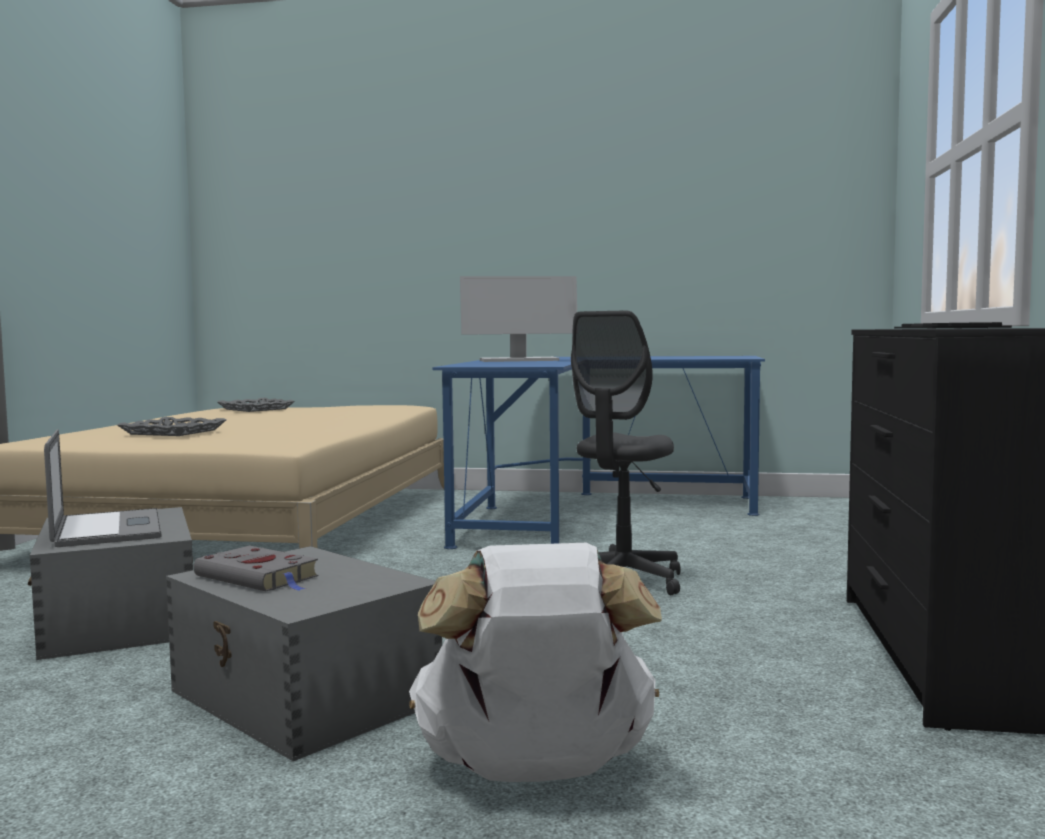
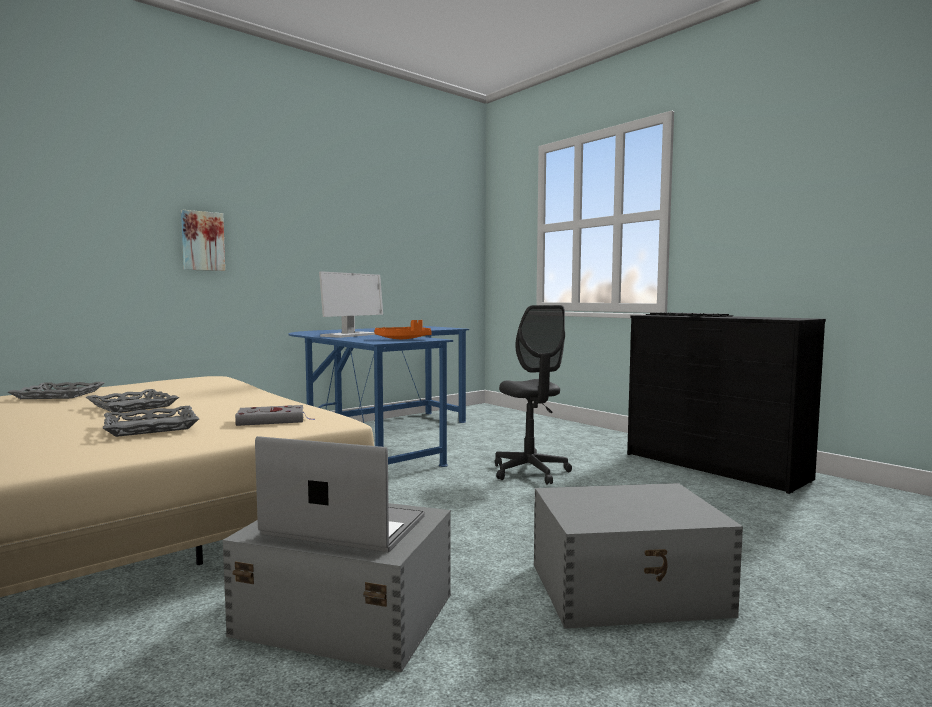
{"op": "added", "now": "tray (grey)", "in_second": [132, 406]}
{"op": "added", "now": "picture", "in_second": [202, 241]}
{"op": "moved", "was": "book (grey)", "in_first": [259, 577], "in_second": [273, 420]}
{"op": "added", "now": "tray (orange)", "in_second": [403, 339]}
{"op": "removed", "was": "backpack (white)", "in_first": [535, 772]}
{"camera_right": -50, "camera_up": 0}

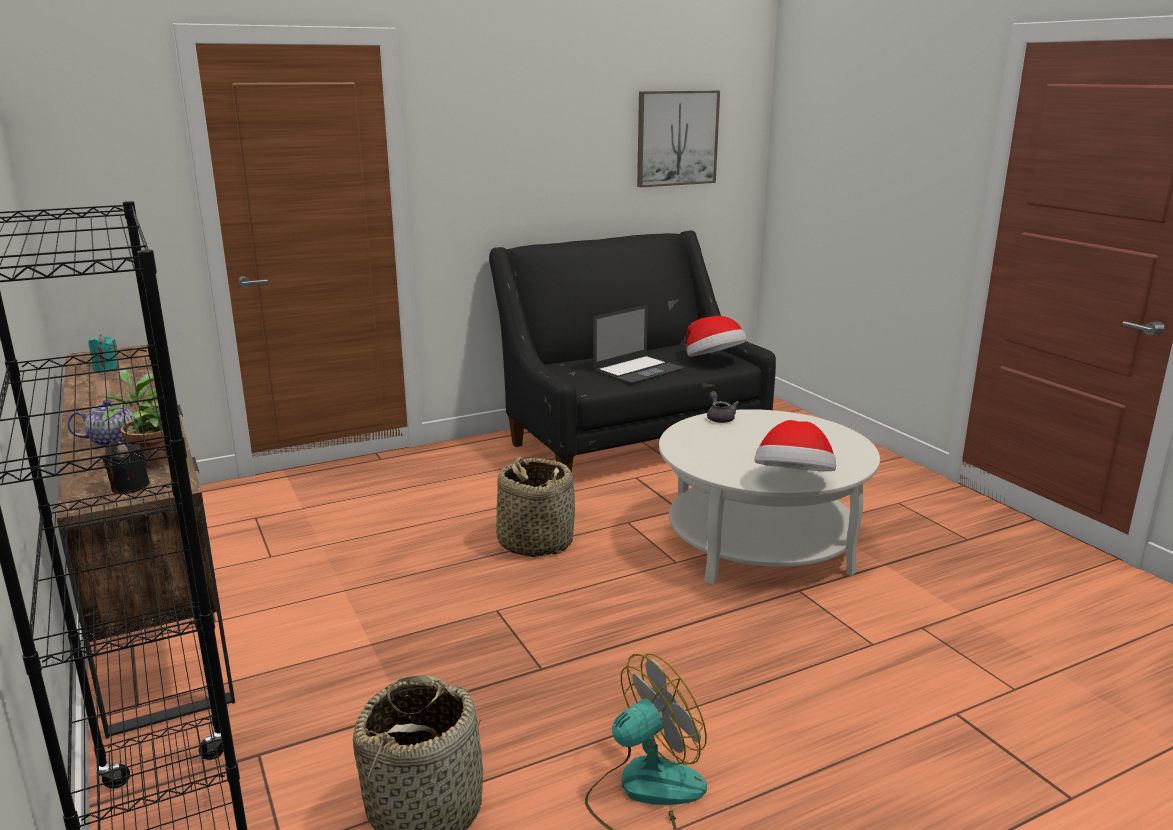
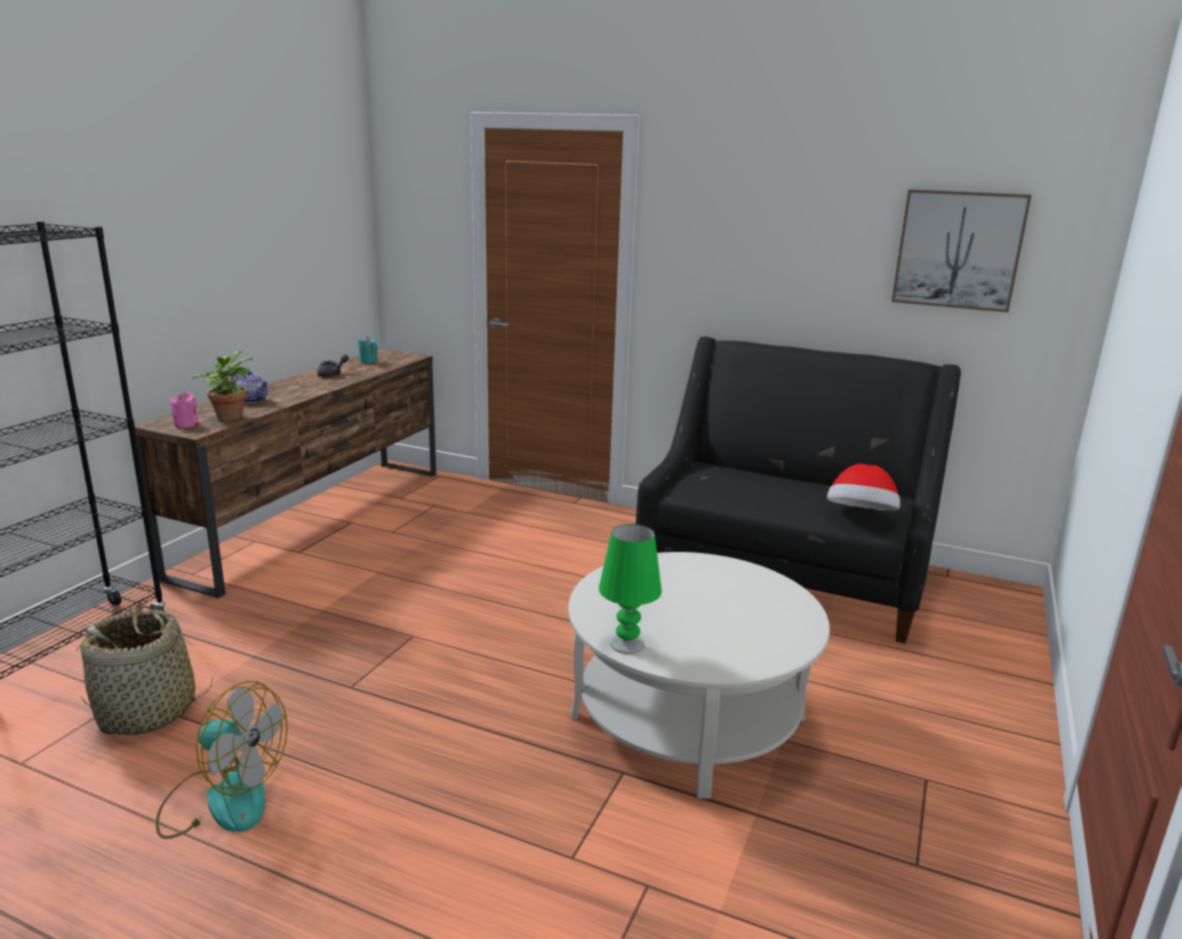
{"op": "recoloured", "was": "candle (black)", "now": "candle (pink)", "in_first": [129, 487], "in_second": [186, 424]}
{"op": "moved", "was": "teapot (grey)", "in_first": [719, 418], "in_second": [333, 375]}
{"op": "replaced", "was": "hat", "now": "table lamp (green)", "in_first": [793, 481], "in_second": [627, 644]}
{"op": "removed", "was": "basket", "in_first": [535, 542]}
{"op": "removed", "was": "laptop", "in_first": [638, 370]}
{"camera_right": 50, "camera_up": 0}

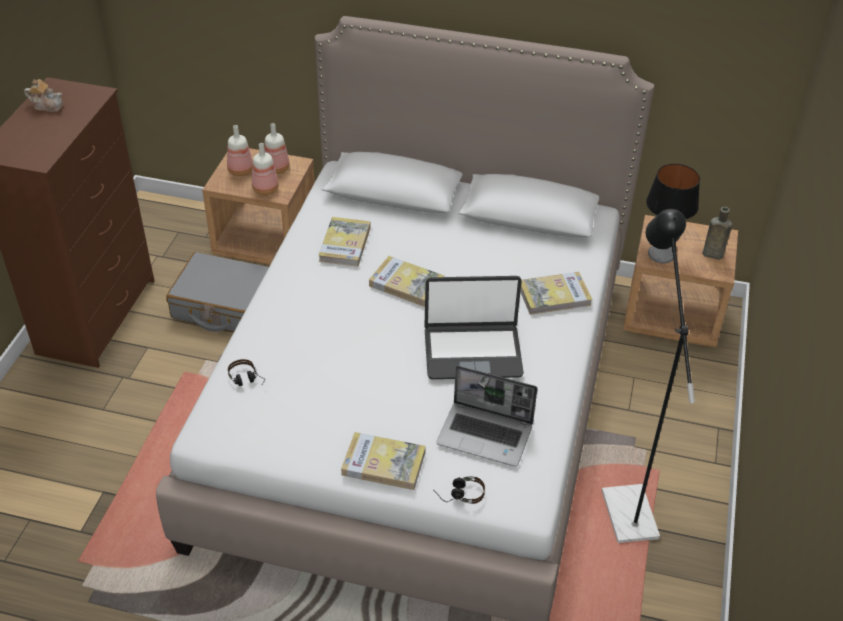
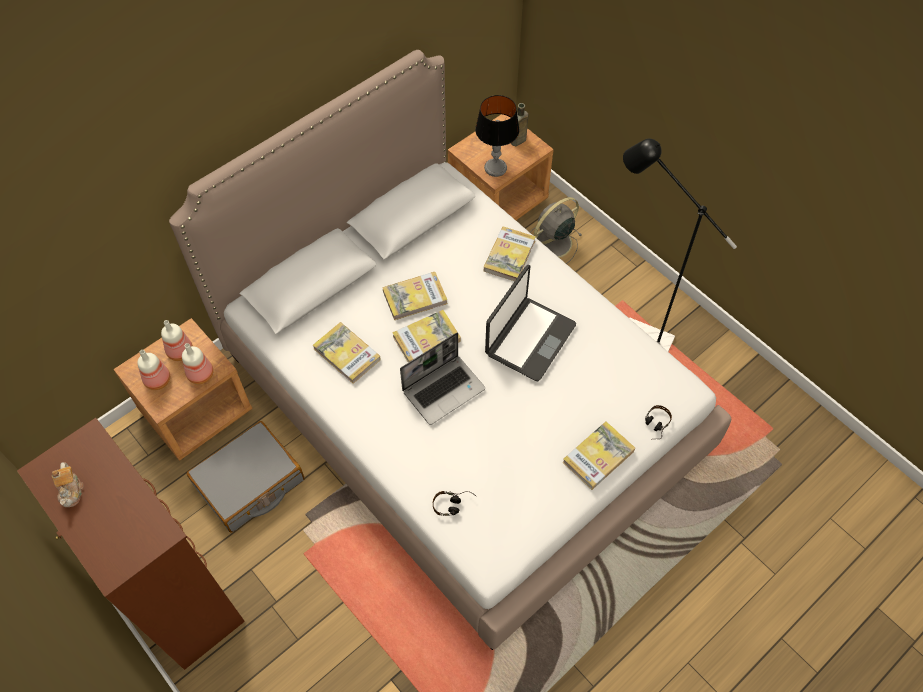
{"op": "turned", "was": "teapot", "in_first": [47, 106], "in_second": [71, 490], "clockwise": 120}
{"op": "added", "now": "book", "in_second": [415, 297]}
{"op": "moved", "was": "laptop", "in_first": [486, 435], "in_second": [444, 389]}
{"op": "added", "now": "fan (grey)", "in_second": [552, 244]}
{"camera_right": -55, "camera_up": 15}

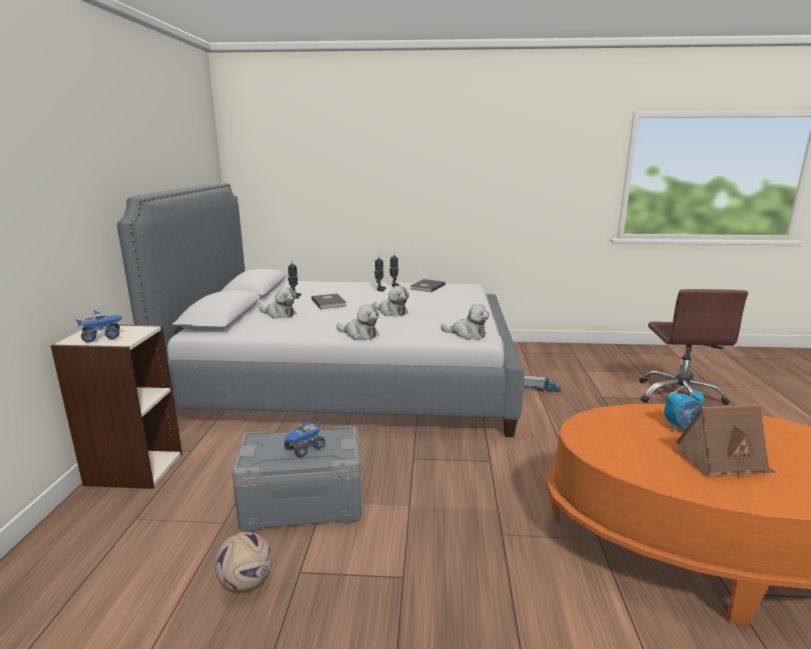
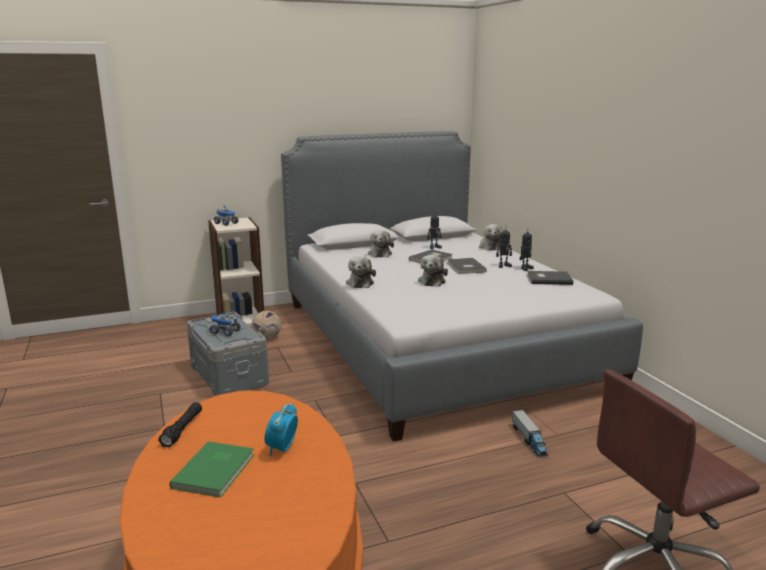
{"op": "added", "now": "flashlight (black)", "in_second": [182, 429]}
{"op": "replaced", "was": "toy house", "now": "book (green)", "in_first": [723, 461], "in_second": [216, 470]}
{"op": "moved", "was": "football", "in_first": [246, 582], "in_second": [266, 338]}
{"op": "turned", "was": "alarm clock", "in_first": [681, 428], "in_second": [282, 449], "clockwise": 45}
{"op": "added", "now": "book (grey)", "in_second": [465, 267]}
{"op": "moved", "was": "plush toy", "in_first": [467, 334], "in_second": [490, 247]}
{"camera_right": 65, "camera_up": 0}

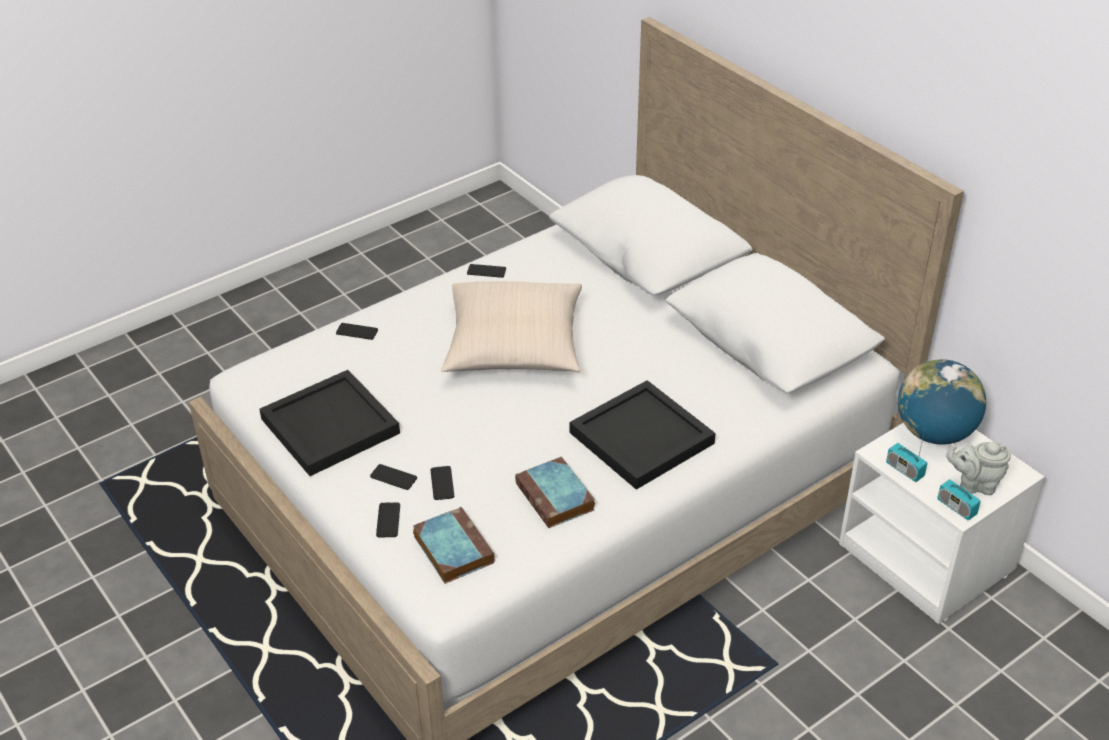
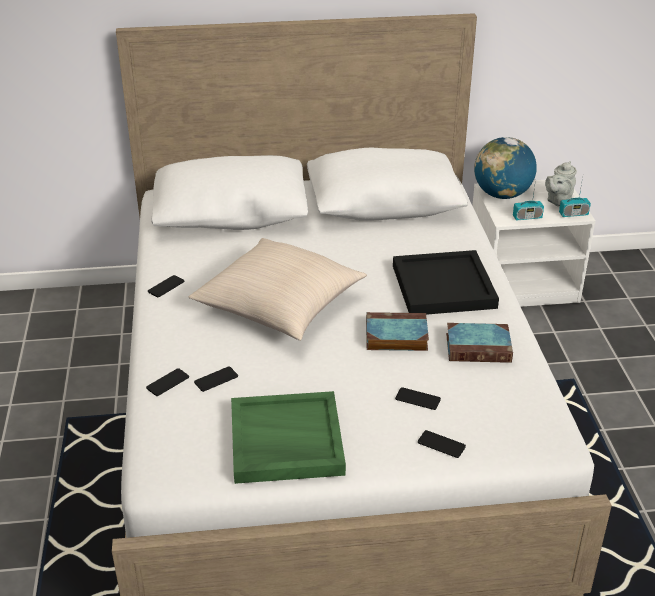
{"op": "moved", "was": "phone", "in_first": [393, 477], "in_second": [216, 379]}
{"op": "recoloured", "was": "tray (black)", "now": "tray (green)", "in_first": [328, 426], "in_second": [285, 441]}
{"op": "moved", "was": "book", "in_first": [452, 548], "in_second": [395, 336]}
{"camera_right": -60, "camera_up": -5}

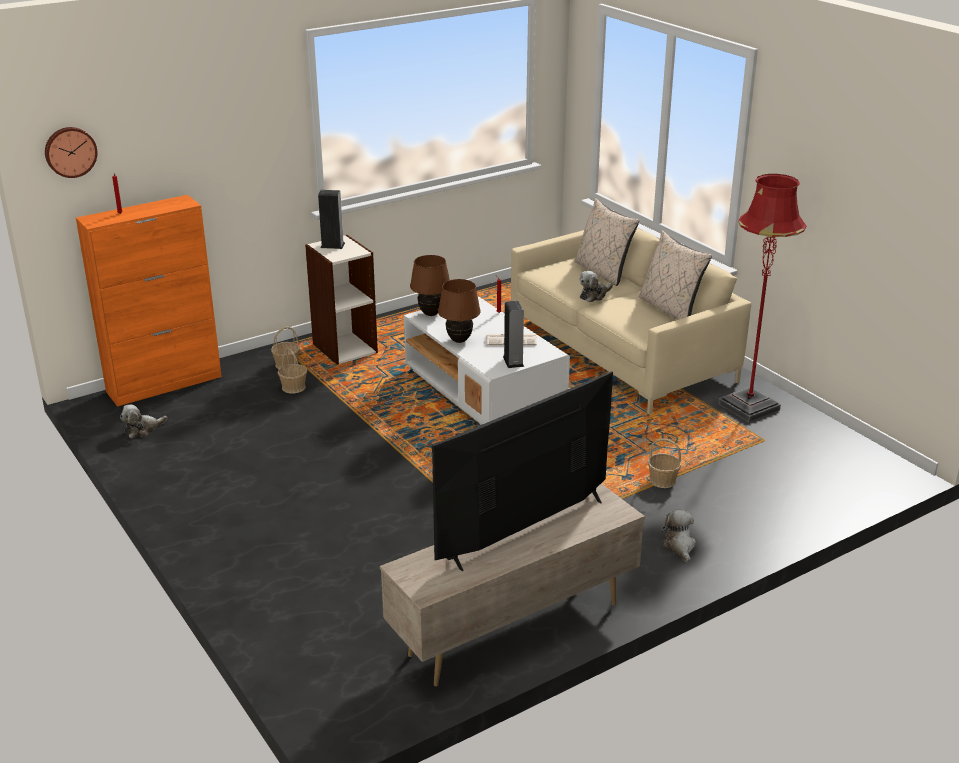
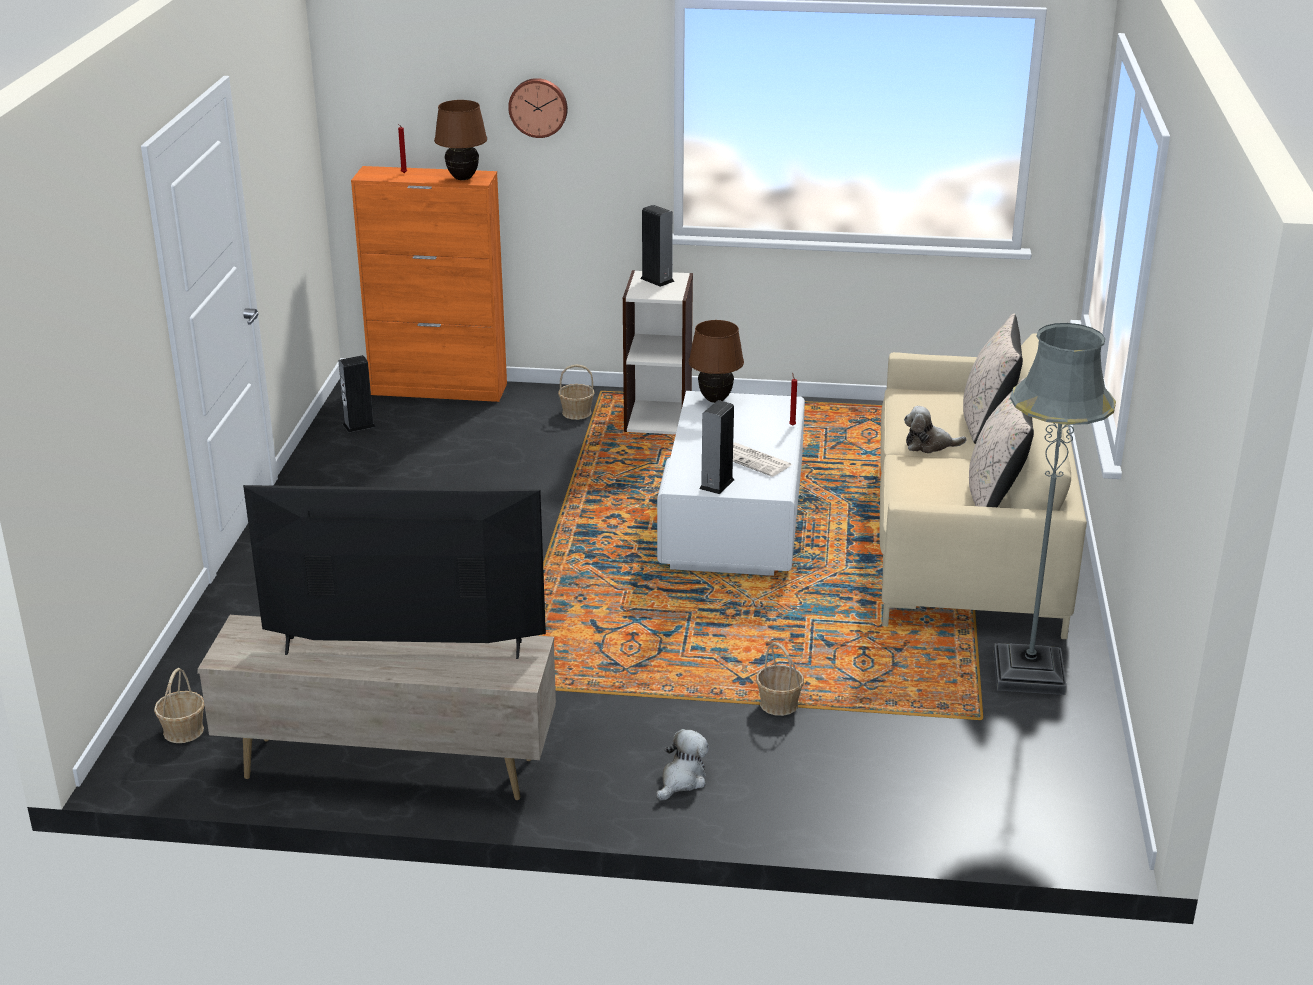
{"op": "moved", "was": "basket", "in_first": [293, 387], "in_second": [184, 731]}
{"op": "replaced", "was": "plush toy", "now": "speaker", "in_first": [142, 429], "in_second": [359, 425]}
{"op": "moved", "was": "table lamp (brown)", "in_first": [459, 340], "in_second": [462, 178]}
{"op": "moved", "was": "wall clock", "in_first": [70, 151], "in_second": [538, 107]}
{"op": "recoloured", "was": "floor lamp (red)", "now": "floor lamp (grey)", "in_first": [749, 407], "in_second": [1028, 673]}
{"camera_right": 40, "camera_up": 0}

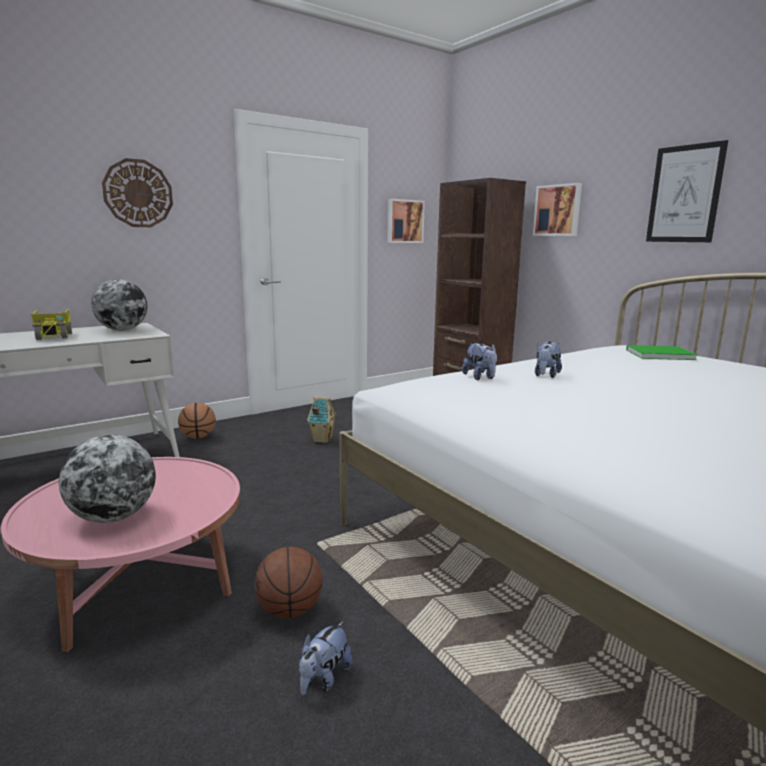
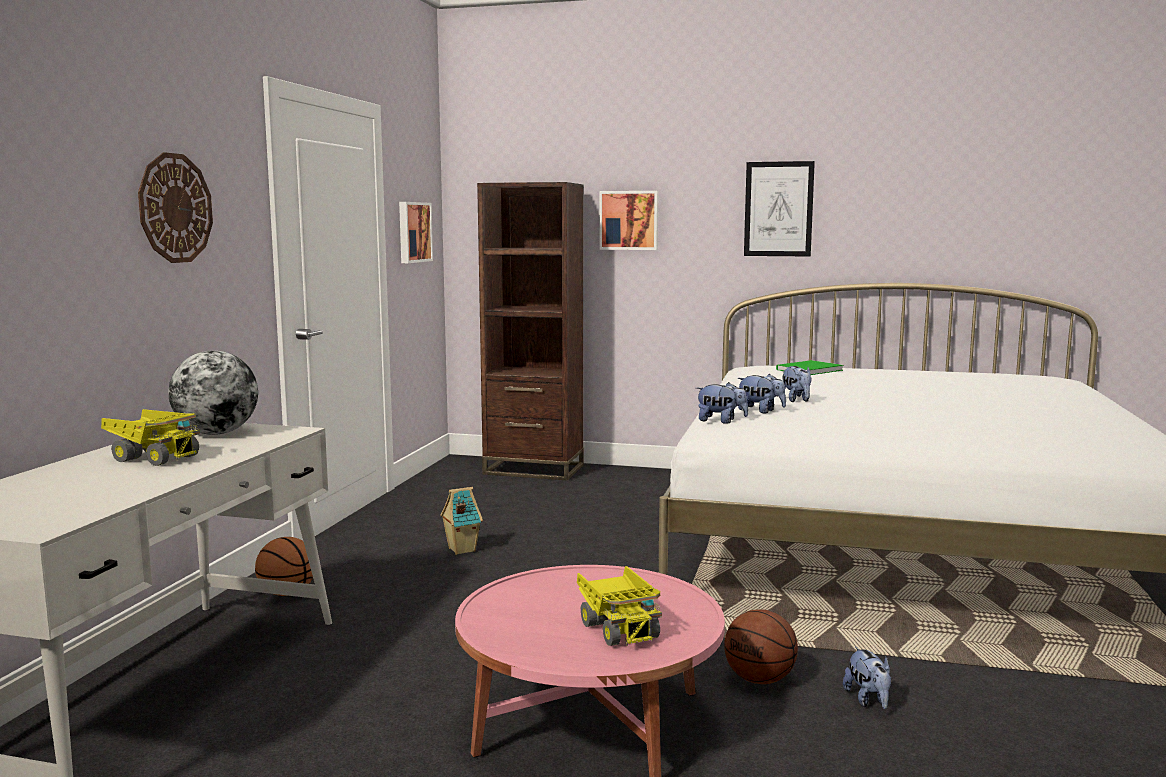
{"op": "replaced", "was": "globe", "now": "toy truck", "in_first": [114, 517], "in_second": [619, 628]}
{"op": "added", "now": "plush toy", "in_second": [721, 421]}
{"camera_right": -40, "camera_up": -5}

